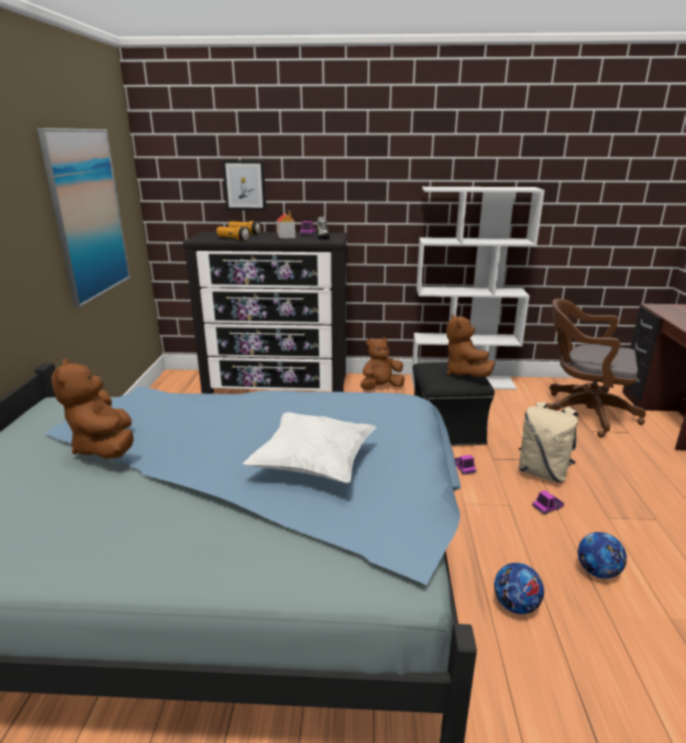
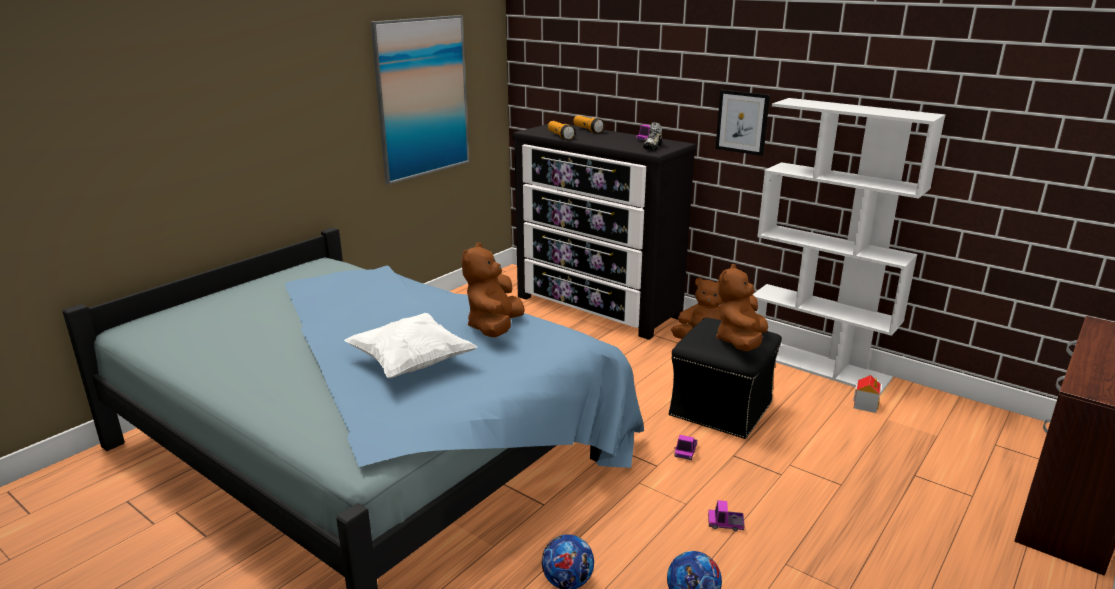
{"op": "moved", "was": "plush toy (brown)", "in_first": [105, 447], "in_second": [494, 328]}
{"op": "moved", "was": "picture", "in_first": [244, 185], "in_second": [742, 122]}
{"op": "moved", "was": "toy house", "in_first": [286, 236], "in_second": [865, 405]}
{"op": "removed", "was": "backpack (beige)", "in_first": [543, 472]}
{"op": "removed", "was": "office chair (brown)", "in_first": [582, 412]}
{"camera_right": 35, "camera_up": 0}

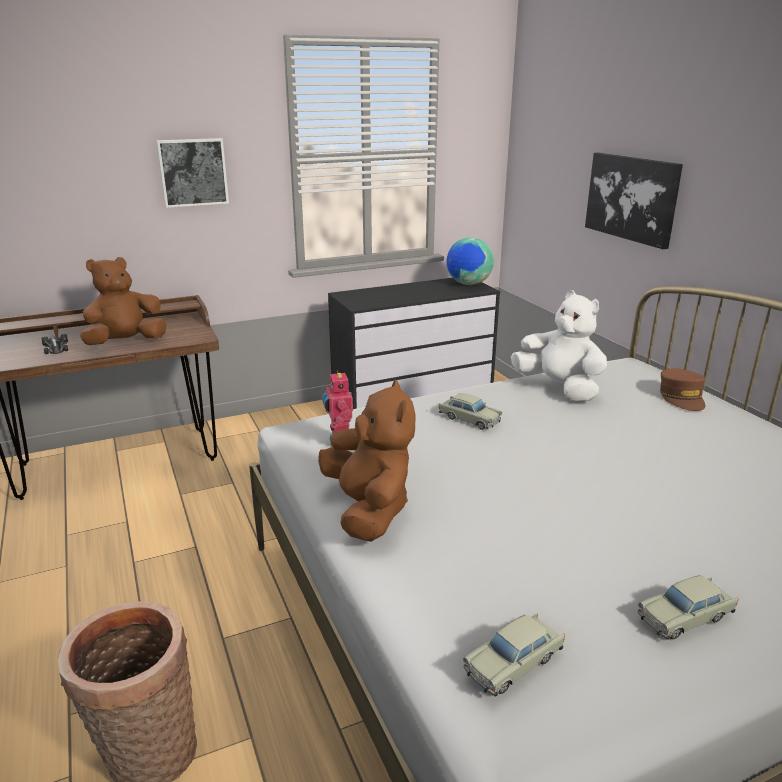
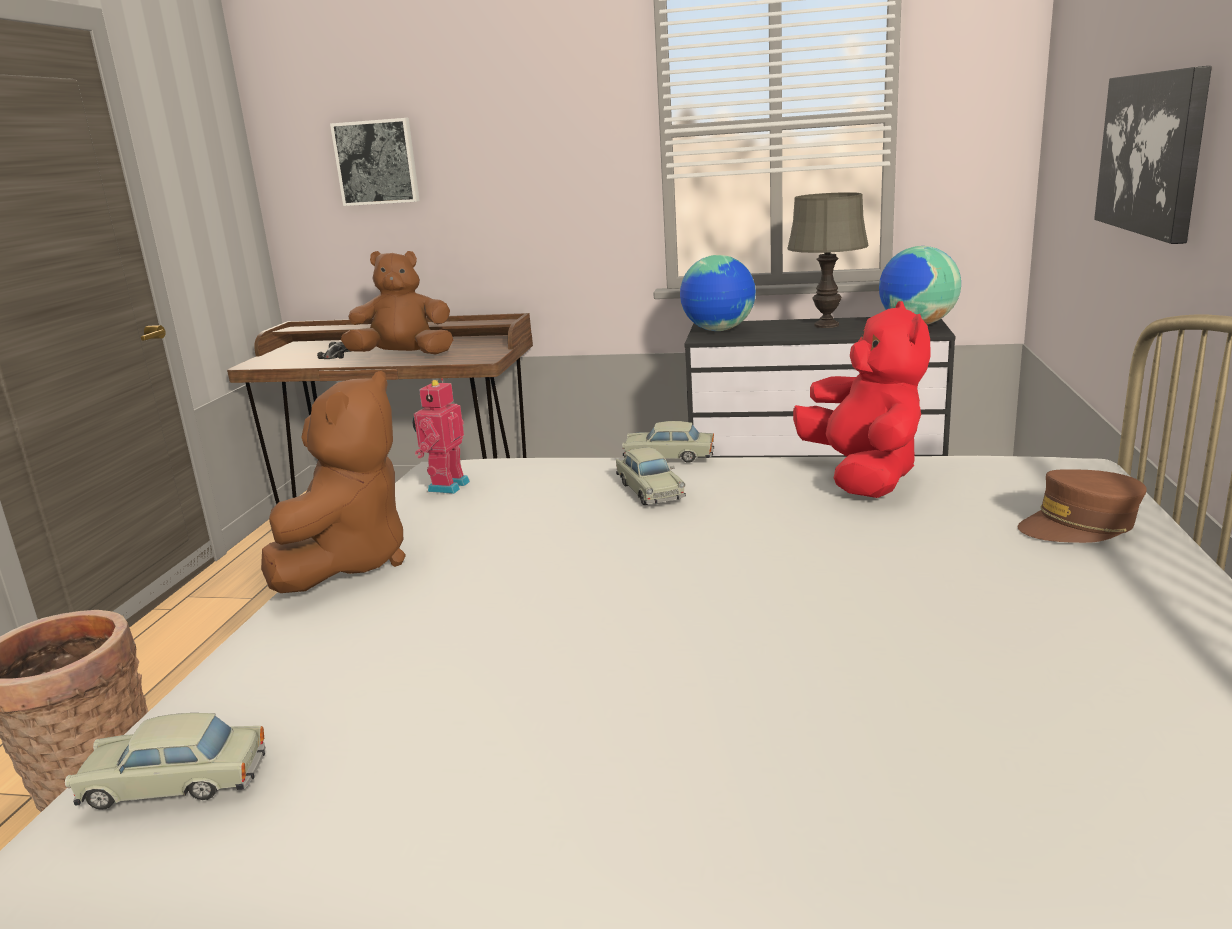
{"op": "moved", "was": "picture", "in_first": [193, 172], "in_second": [377, 162]}
{"op": "moved", "was": "toy car (beige)", "in_first": [685, 617], "in_second": [668, 457]}
{"op": "added", "now": "globe", "in_second": [719, 330]}
{"op": "added", "now": "table lamp (grey)", "in_second": [826, 325]}
{"op": "recoloured", "was": "plush toy (white)", "now": "plush toy (red)", "in_first": [559, 388], "in_second": [863, 476]}
{"op": "turned", "was": "cap (brown)", "in_first": [681, 398], "in_second": [1080, 525], "clockwise": 45}
{"camera_right": 35, "camera_up": -5}

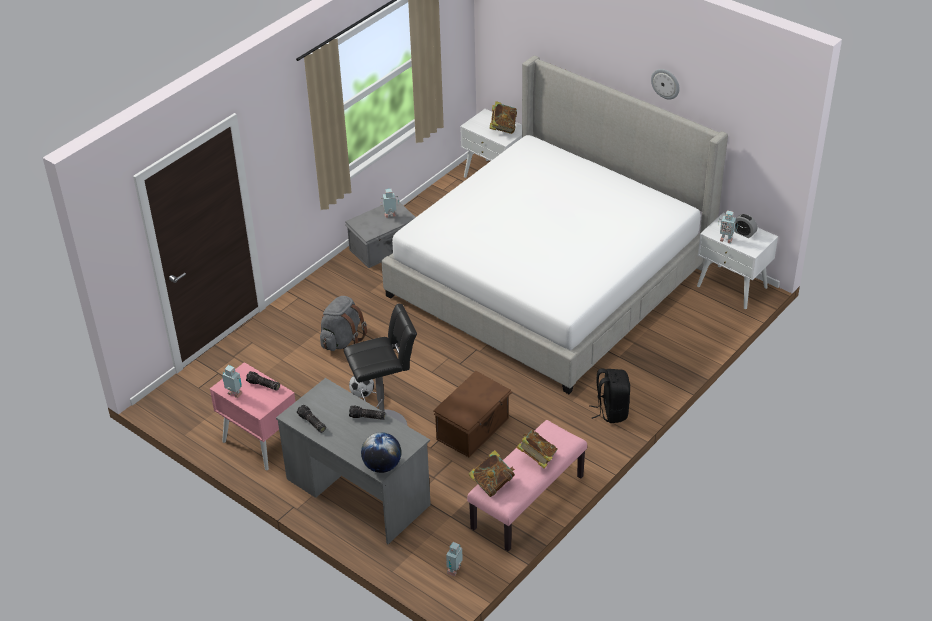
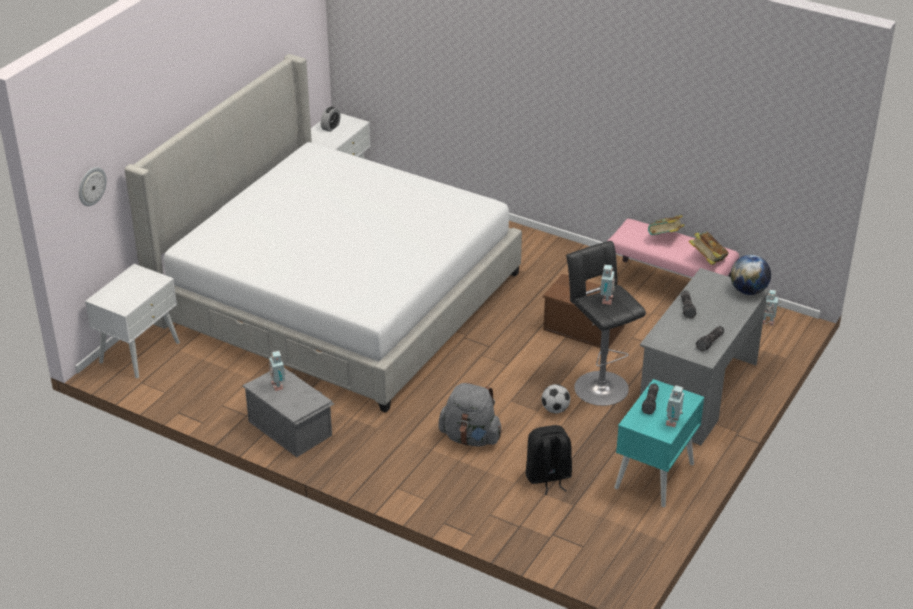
{"op": "moved", "was": "wall clock", "in_first": [665, 83], "in_second": [91, 186]}
{"op": "moved", "was": "backpack (black)", "in_first": [611, 411], "in_second": [548, 478]}
{"op": "moved", "was": "toy robot", "in_first": [725, 239], "in_second": [605, 300]}
{"op": "recoloured", "was": "nightstand (pink)", "now": "nightstand (turquoise)", "in_first": [260, 442], "in_second": [654, 476]}
{"op": "removed", "was": "book", "in_first": [503, 127]}
{"camera_right": -100, "camera_up": -5}

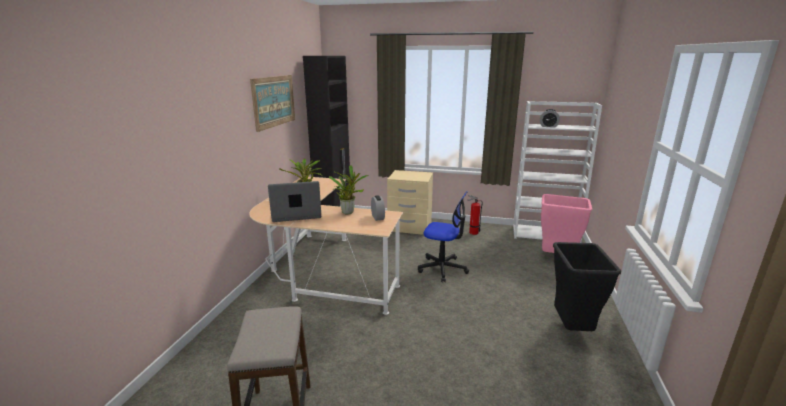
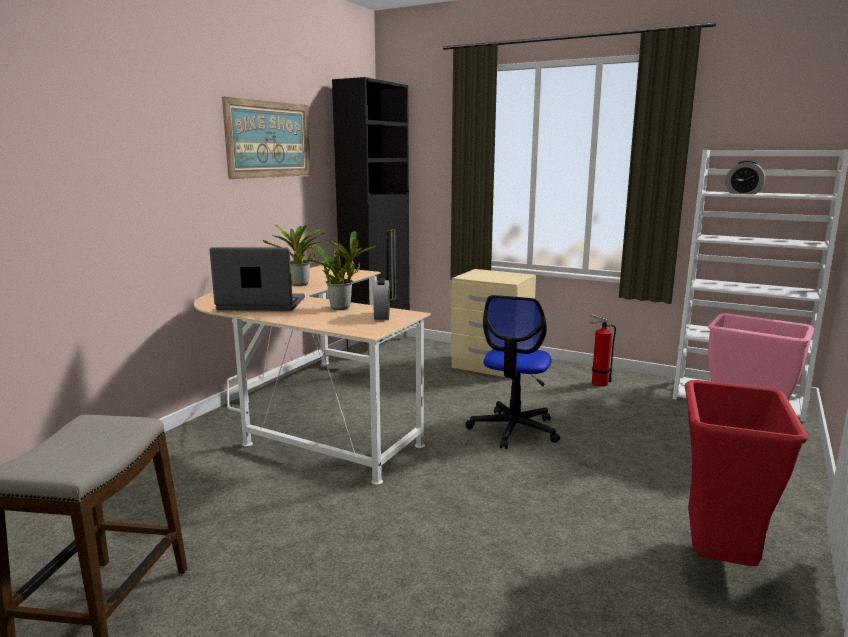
{"op": "turned", "was": "office chair", "in_first": [442, 268], "in_second": [513, 430], "clockwise": 75}
{"op": "recoloured", "was": "trash can (black)", "now": "trash can (red)", "in_first": [572, 329], "in_second": [719, 561]}
{"camera_right": 15, "camera_up": -5}

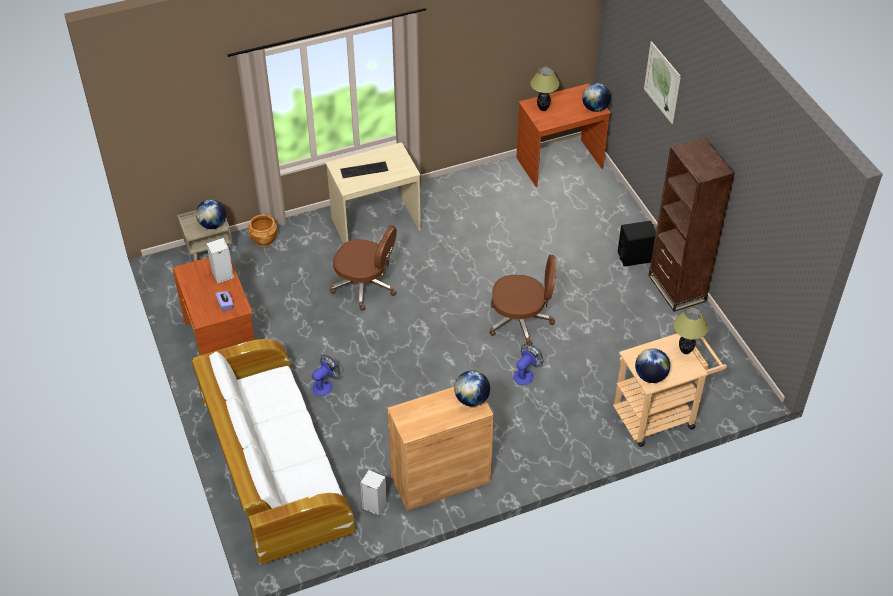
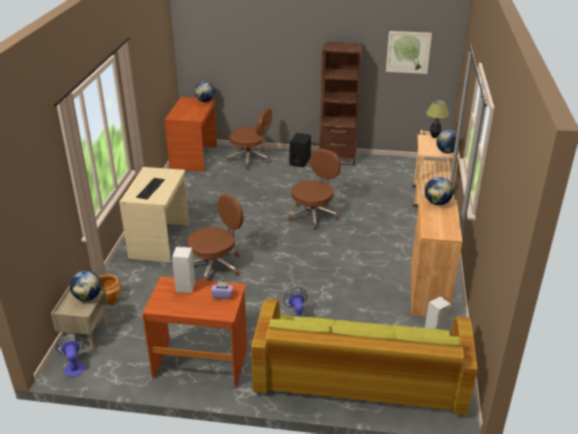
{"op": "moved", "was": "fan", "in_first": [526, 374], "in_second": [74, 366]}
{"op": "added", "now": "office chair (brown)", "in_second": [250, 159]}
{"op": "recoloured", "was": "sofa (white)", "now": "sofa (green)", "in_first": [273, 465], "in_second": [359, 375]}
{"op": "moved", "was": "picture", "in_first": [662, 82], "in_second": [408, 52]}
{"op": "removed", "was": "table lamp", "in_first": [543, 109]}
{"camera_right": -60, "camera_up": -15}

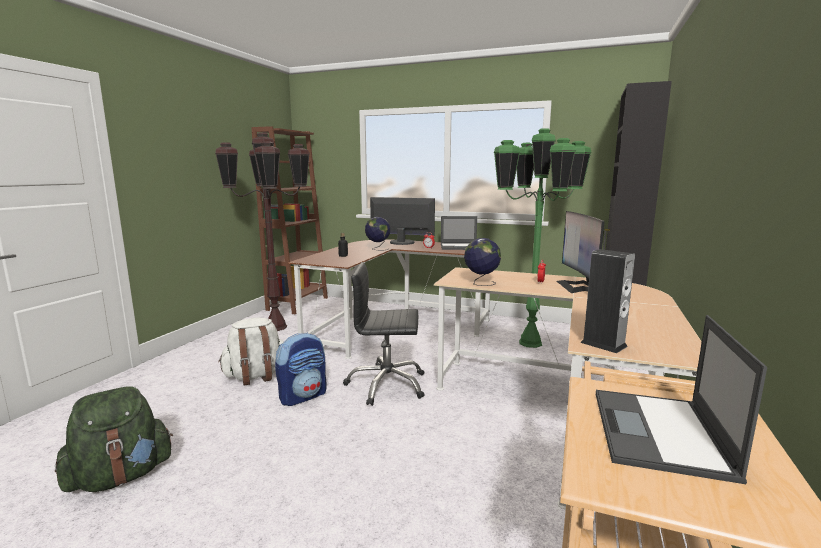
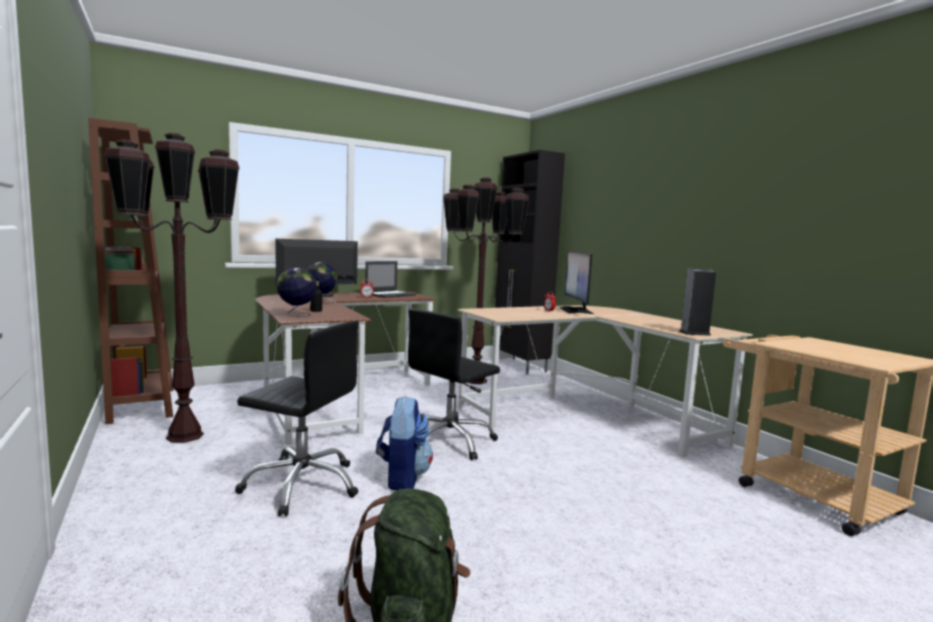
{"op": "replaced", "was": "backpack (white)", "now": "office chair (black)", "in_first": [256, 376], "in_second": [302, 485]}
{"op": "moved", "was": "globe", "in_first": [481, 283], "in_second": [296, 315]}
{"op": "recoloured", "was": "floor lamp (green)", "now": "floor lamp (brown)", "in_first": [531, 343], "in_second": [476, 381]}
{"op": "turned", "was": "monitor", "in_first": [579, 286], "in_second": [576, 310], "clockwise": 45}
{"op": "removed", "was": "laptop", "in_first": [659, 433]}
{"camera_right": -50, "camera_up": -5}

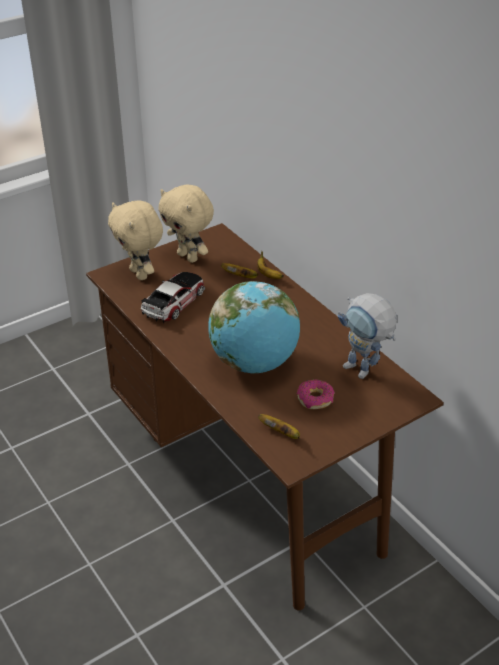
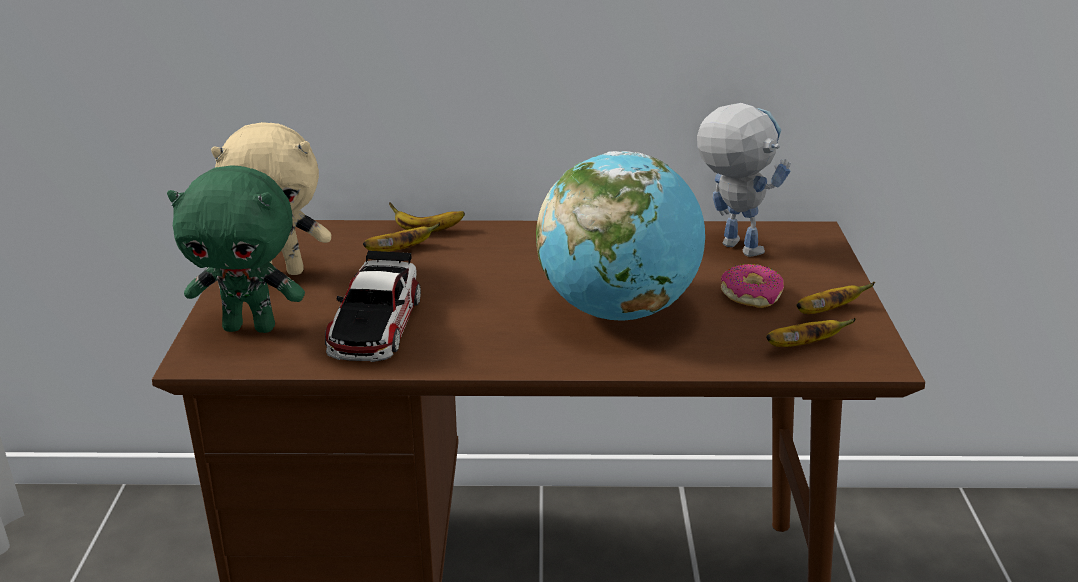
{"op": "recoloured", "was": "plush toy (beige)", "now": "plush toy (green)", "in_first": [140, 274], "in_second": [251, 327]}
{"op": "turned", "was": "toy car", "in_first": [174, 302], "in_second": [375, 323], "clockwise": -150}
{"op": "turned", "was": "toy robot", "in_first": [364, 372], "in_second": [729, 245], "clockwise": -120}
{"op": "added", "now": "banana", "in_second": [826, 311]}
{"camera_right": -55, "camera_up": -10}

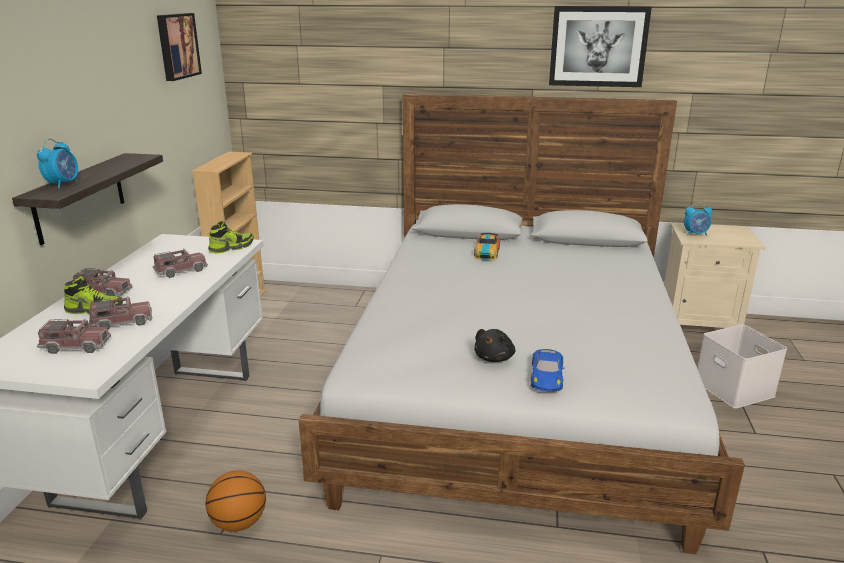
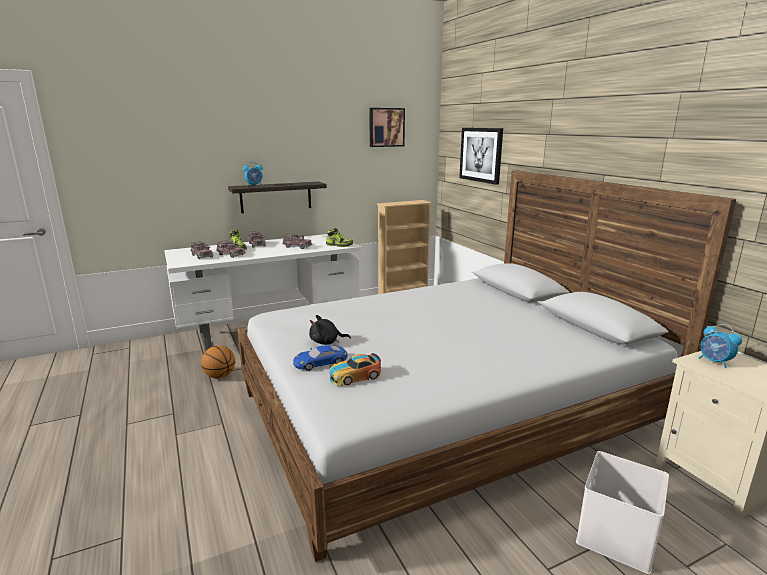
{"op": "moved", "was": "toy car", "in_first": [486, 252], "in_second": [355, 376]}
{"op": "moved", "was": "picture", "in_first": [598, 46], "in_second": [481, 154]}
{"camera_right": 55, "camera_up": -5}

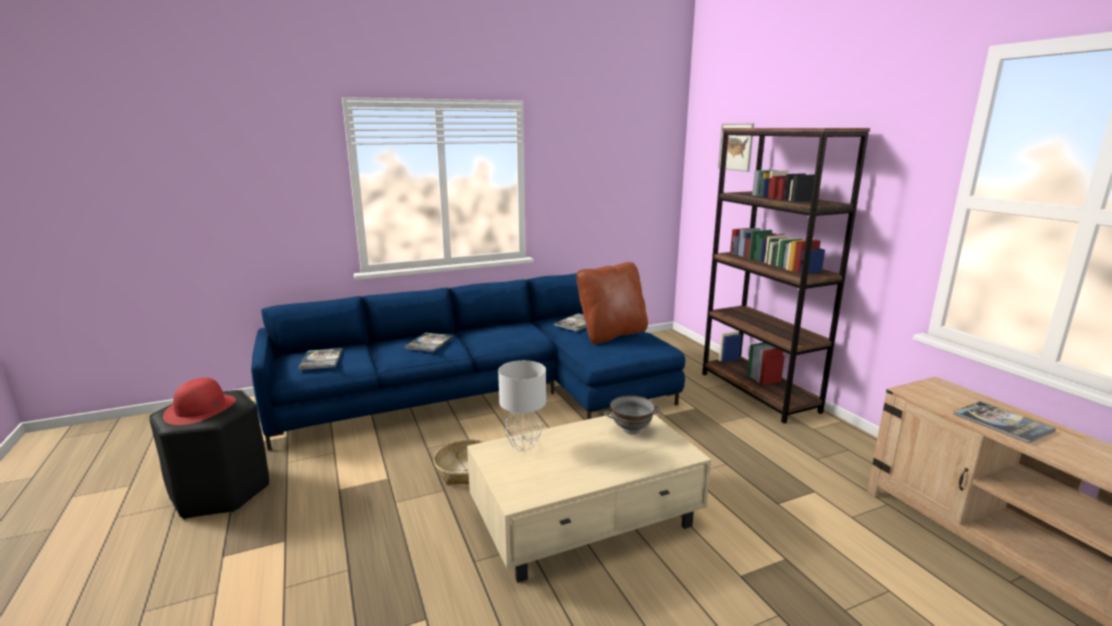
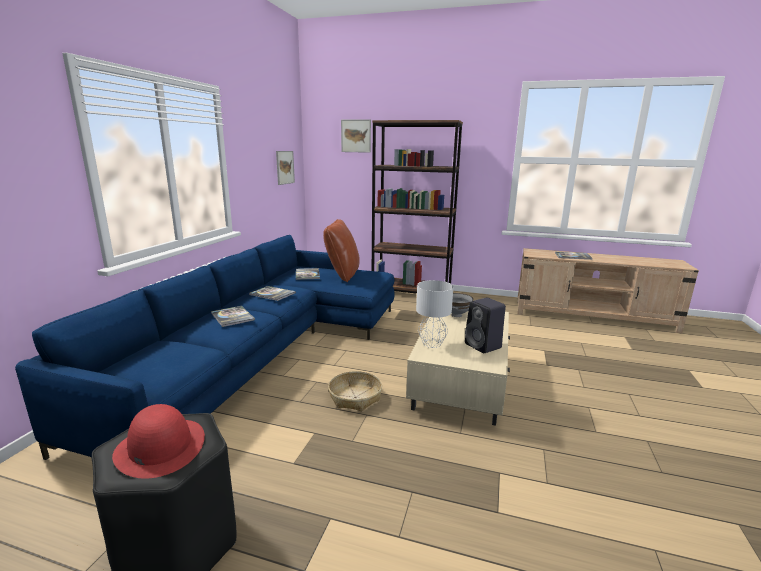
{"op": "moved", "was": "book", "in_first": [321, 360], "in_second": [272, 294]}
{"op": "added", "now": "picture", "in_second": [285, 167]}
{"op": "added", "now": "speaker (black)", "in_second": [484, 346]}
{"camera_right": -50, "camera_up": 0}

